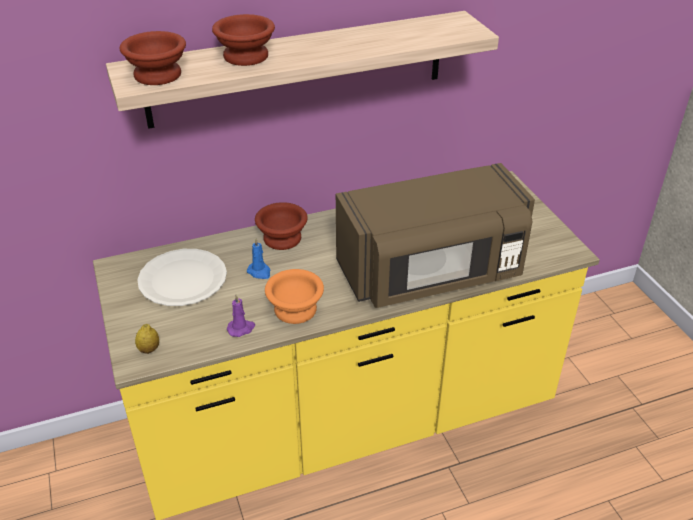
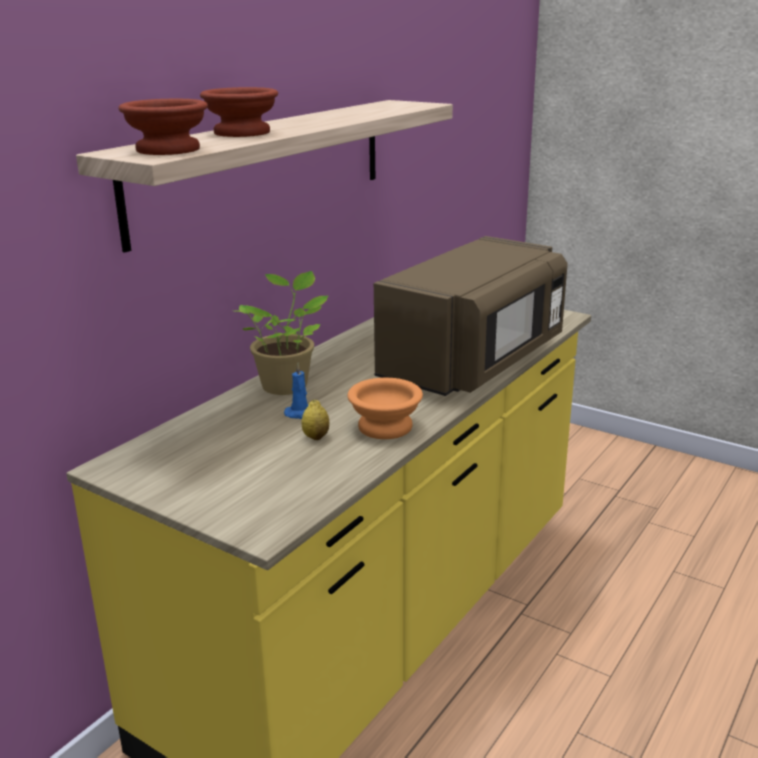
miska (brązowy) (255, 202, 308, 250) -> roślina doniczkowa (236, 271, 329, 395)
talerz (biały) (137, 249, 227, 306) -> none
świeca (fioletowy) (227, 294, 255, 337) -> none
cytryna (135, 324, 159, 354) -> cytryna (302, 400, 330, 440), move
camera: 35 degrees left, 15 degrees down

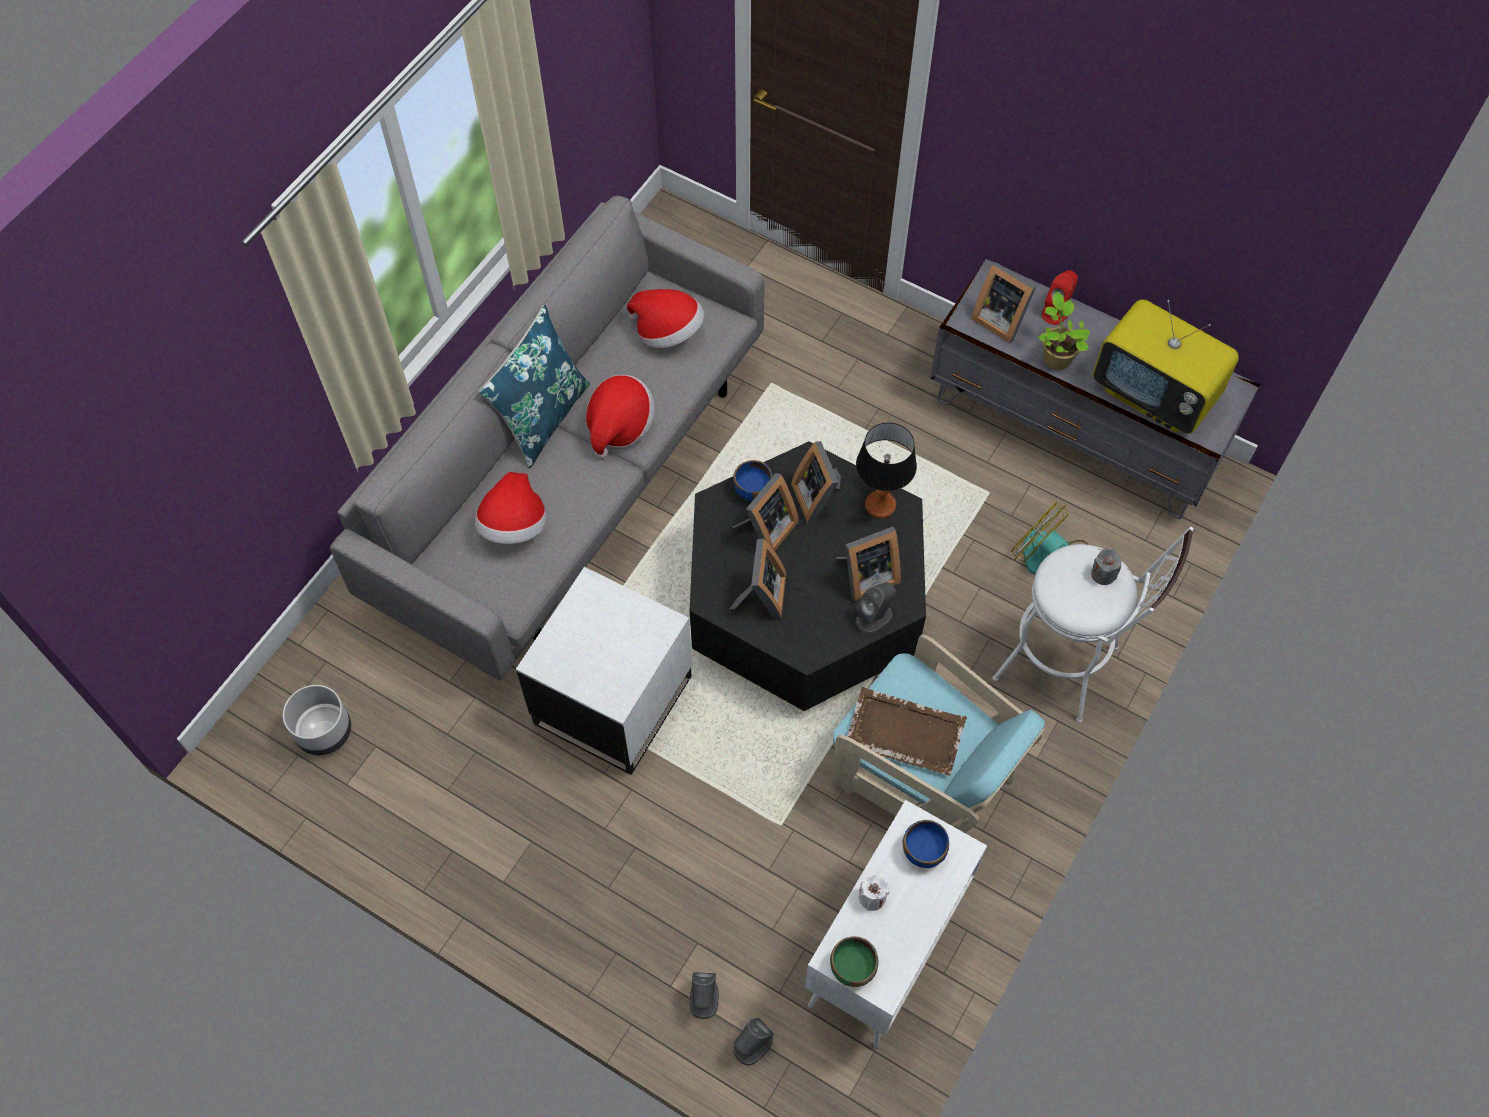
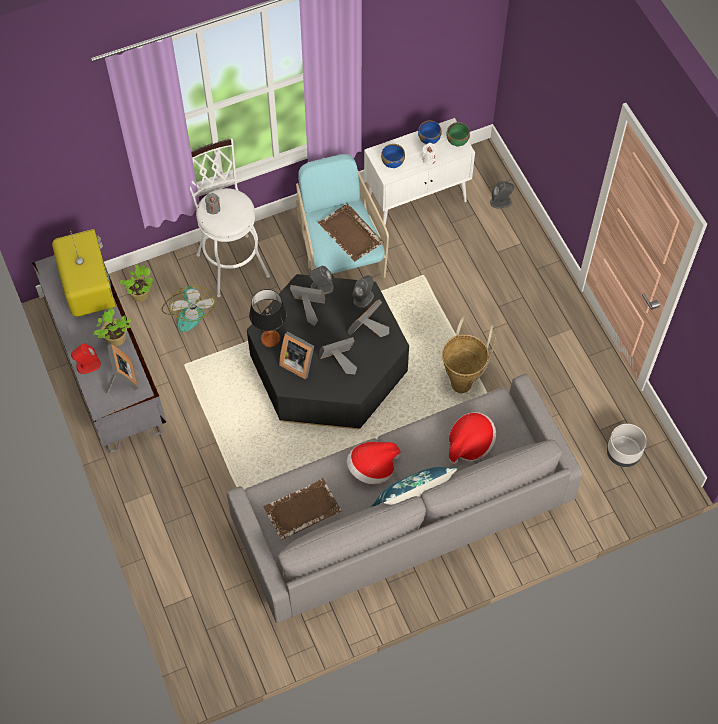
kapelusz (627, 289, 704, 348) -> taca (brązowy) (263, 478, 341, 540)
ramka na zdjęcie (791, 441, 841, 524) -> ramka na zdjęcie (279, 332, 314, 380), 105 degrees clockwise
miska (niebieski) (733, 460, 773, 501) -> miska (niebieski) (418, 120, 441, 144), move
stolik (biały) (516, 567, 692, 775) -> koszyk (442, 316, 496, 393)
głośnik (szary) (690, 972, 719, 1019) -> głośnik (szary) (352, 275, 374, 308), move
none -> roślina doniczkowa (119, 264, 153, 302)
camera: 145 degrees left, 0 degrees up

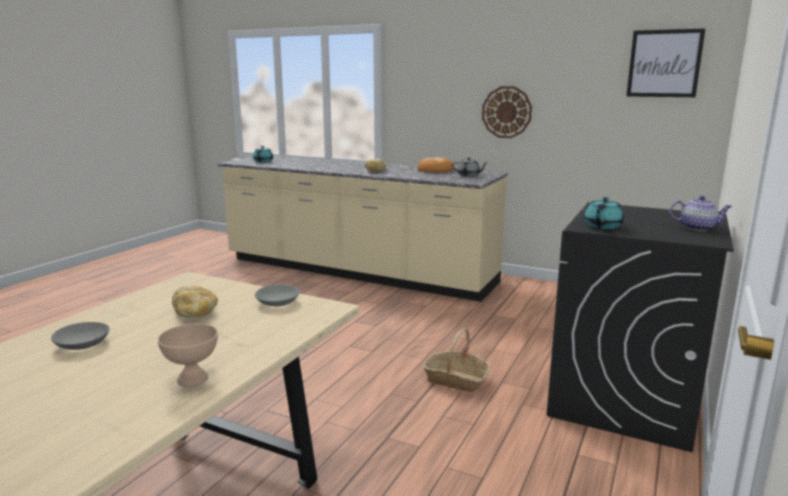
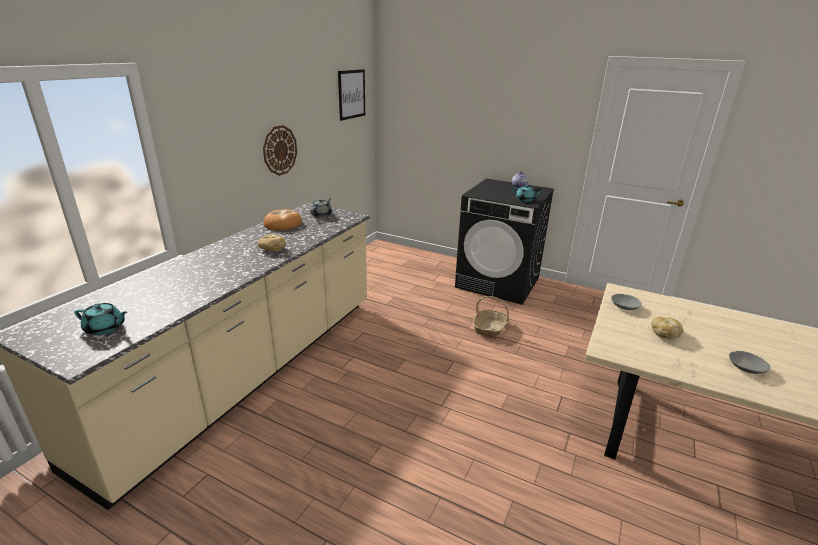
miska (beżowy) (158, 324, 218, 387) -> none
camera: 90 degrees left, 10 degrees up

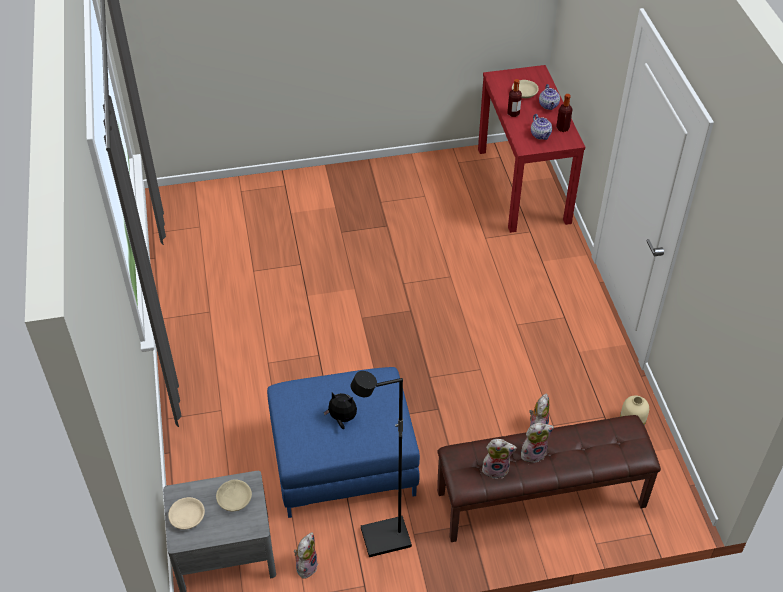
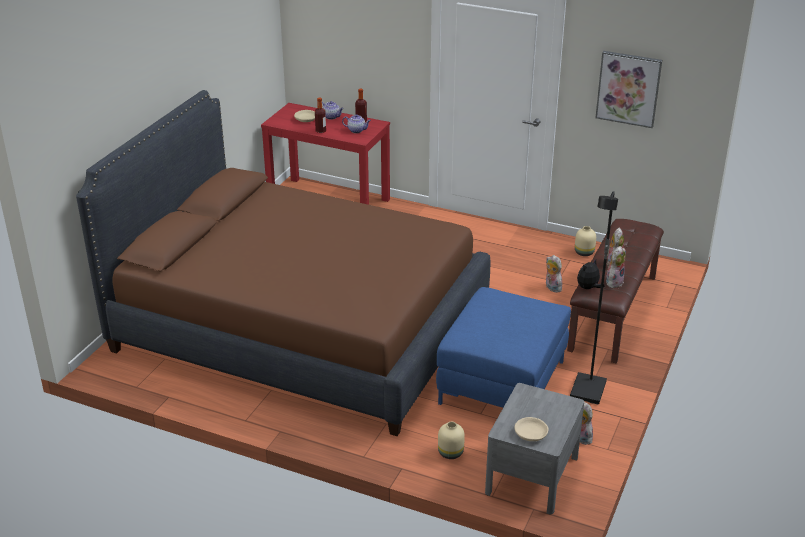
pluszak (324, 393, 357, 429) -> pluszak (577, 259, 605, 289), move
miska (beżowy) (216, 479, 252, 511) -> none
none -> obraz (595, 51, 662, 128)
none -> łóżko (brązowy) (76, 90, 490, 436)
none -> wazon (beżowy) (438, 422, 465, 459)
camera: 55 degrees left, 15 degrees down

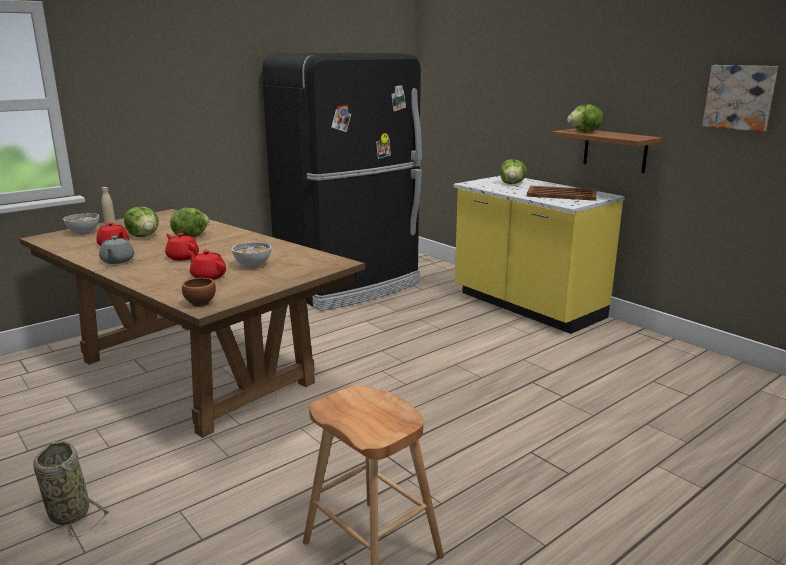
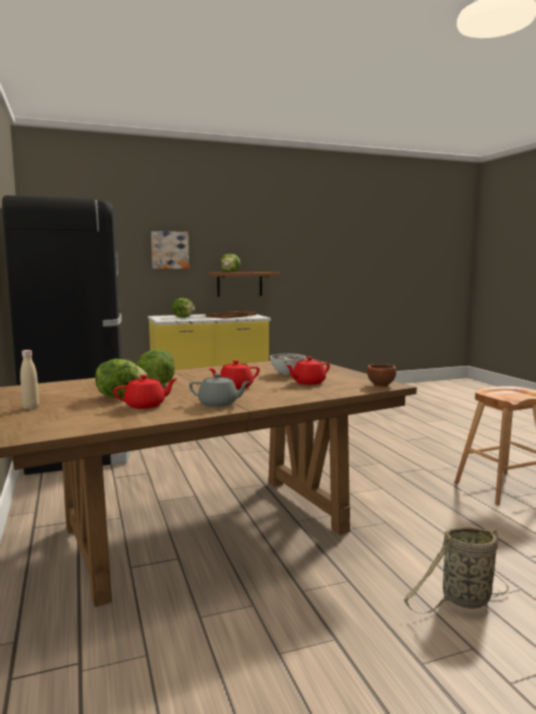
obraz (702, 65, 778, 132) -> obraz (151, 231, 189, 269), move
miska (63, 213, 99, 234) -> none
camera: 70 degrees left, 10 degrees down

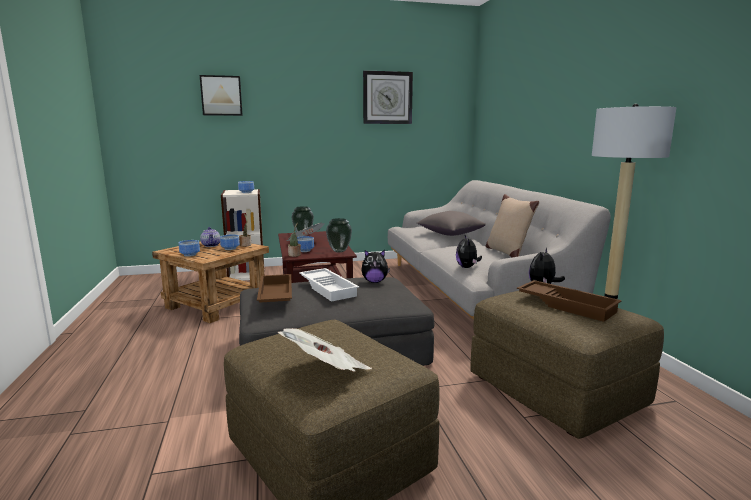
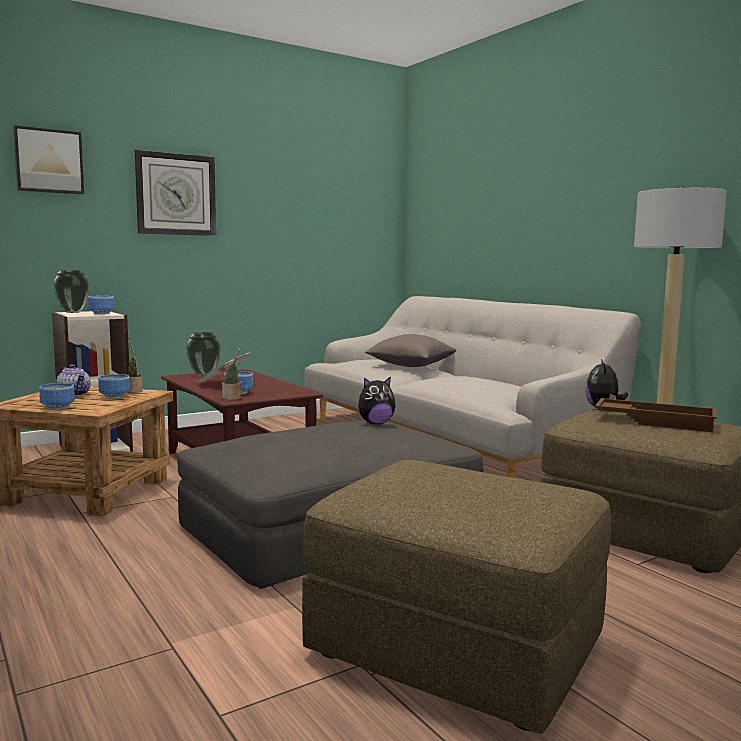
zegar ścienny (363, 70, 413, 124) -> zegar ścienny (135, 150, 216, 236), move
poduszka (beżowy) (486, 194, 539, 258) -> none
wazon (326, 218, 352, 253) -> wazon (53, 270, 90, 313), move
pluszak (456, 235, 482, 268) -> none
taca (biały) (299, 268, 359, 302) -> none
taca (brązowy) (257, 274, 292, 303) -> none
gazeta (278, 328, 372, 372) -> none
camera: 20 degrees left, 5 degrees down

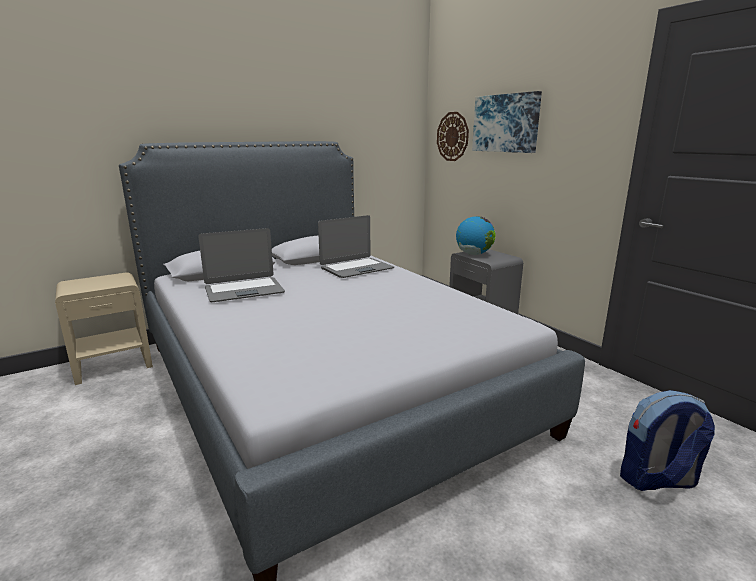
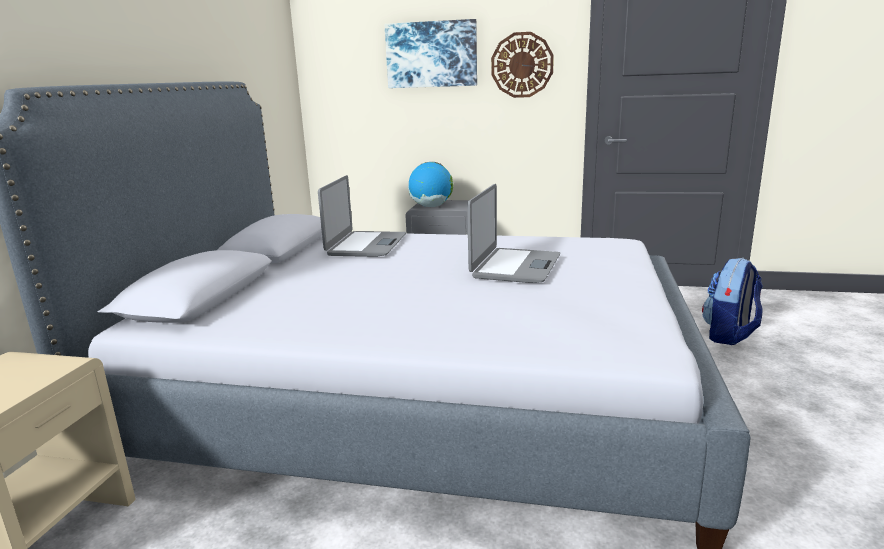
zegar ścienny (437, 112, 469, 161) -> zegar ścienny (491, 32, 554, 98), move
laptop (198, 228, 285, 302) -> laptop (467, 184, 560, 283), move
camera: 45 degrees left, 0 degrees up

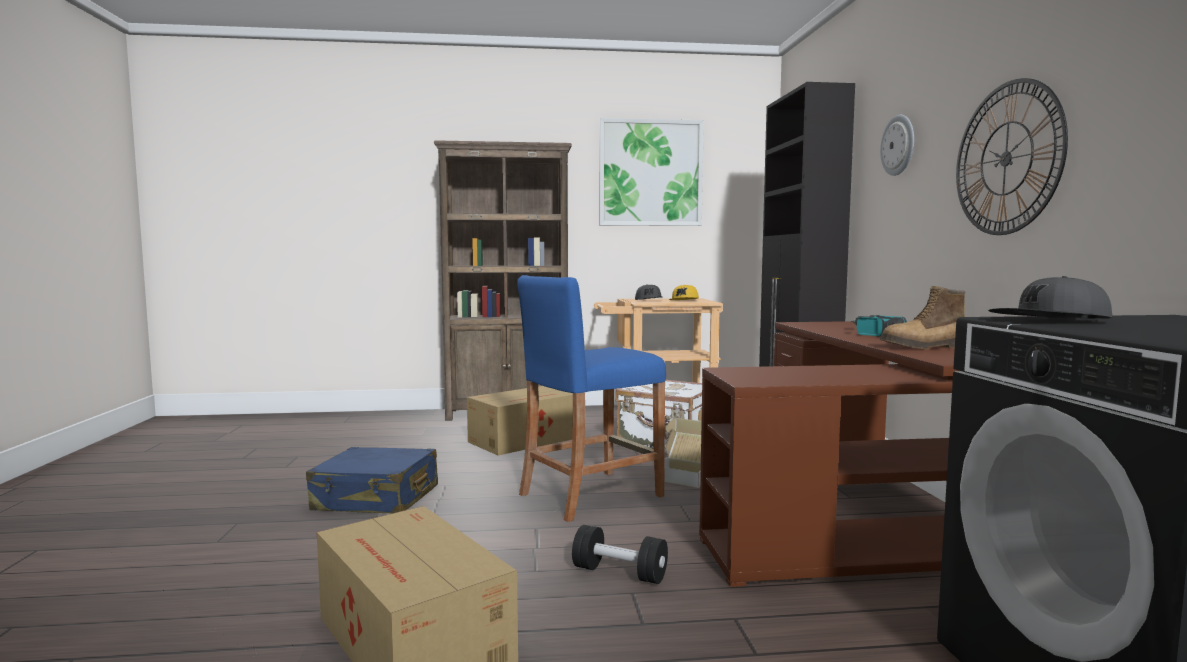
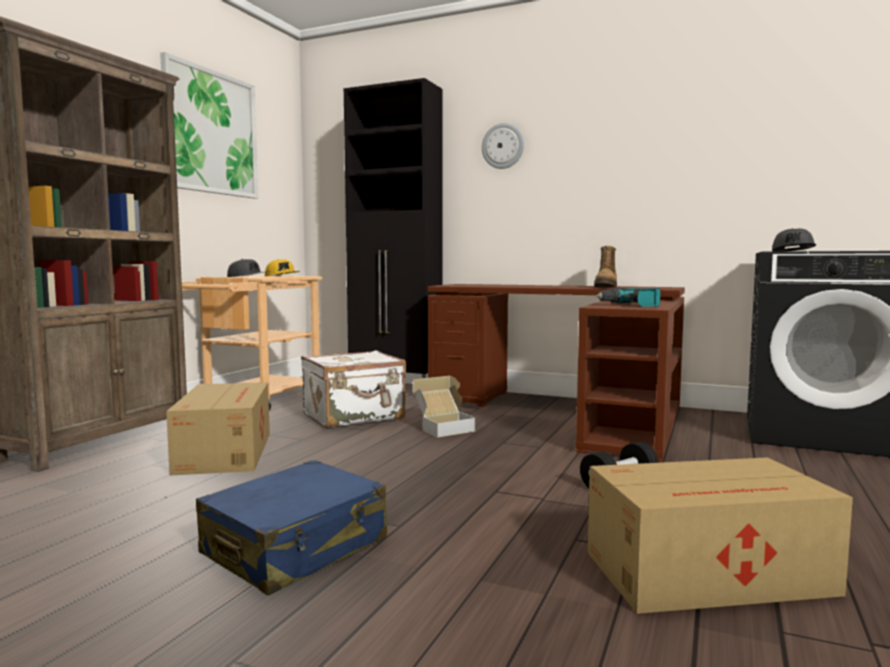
zegar ścienny (956, 78, 1068, 235) -> none
stołek (niebieski) (517, 275, 666, 522) -> none
wiertarka (851, 315, 907, 337) -> wiertarka (595, 288, 661, 307), move
camera: 60 degrees left, 0 degrees up

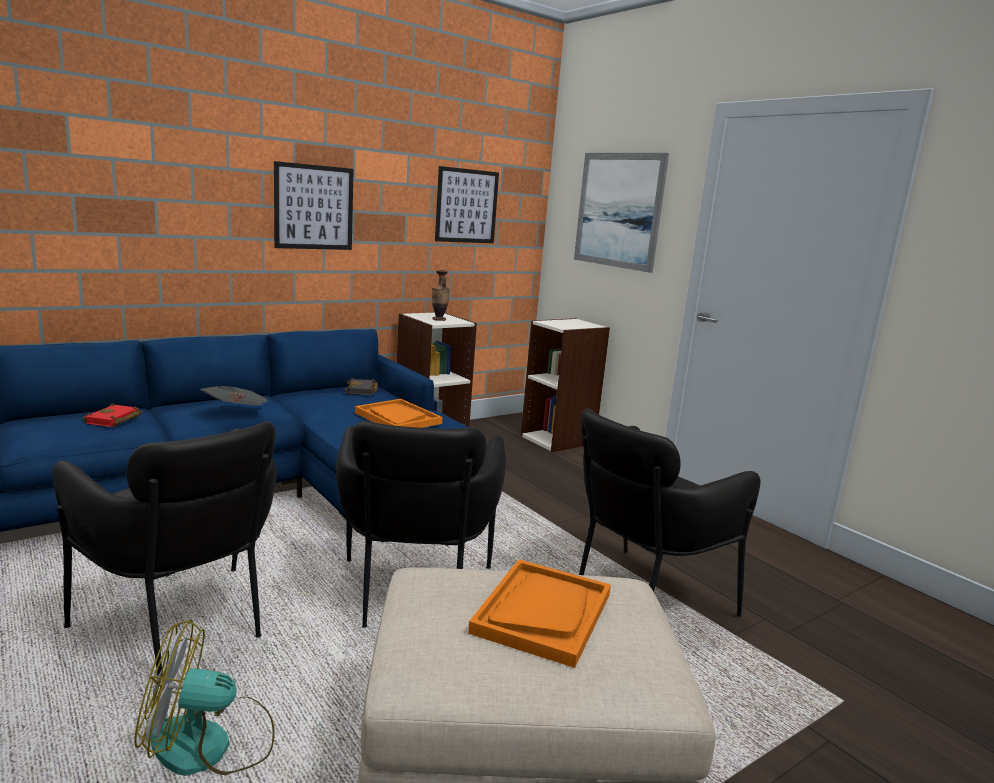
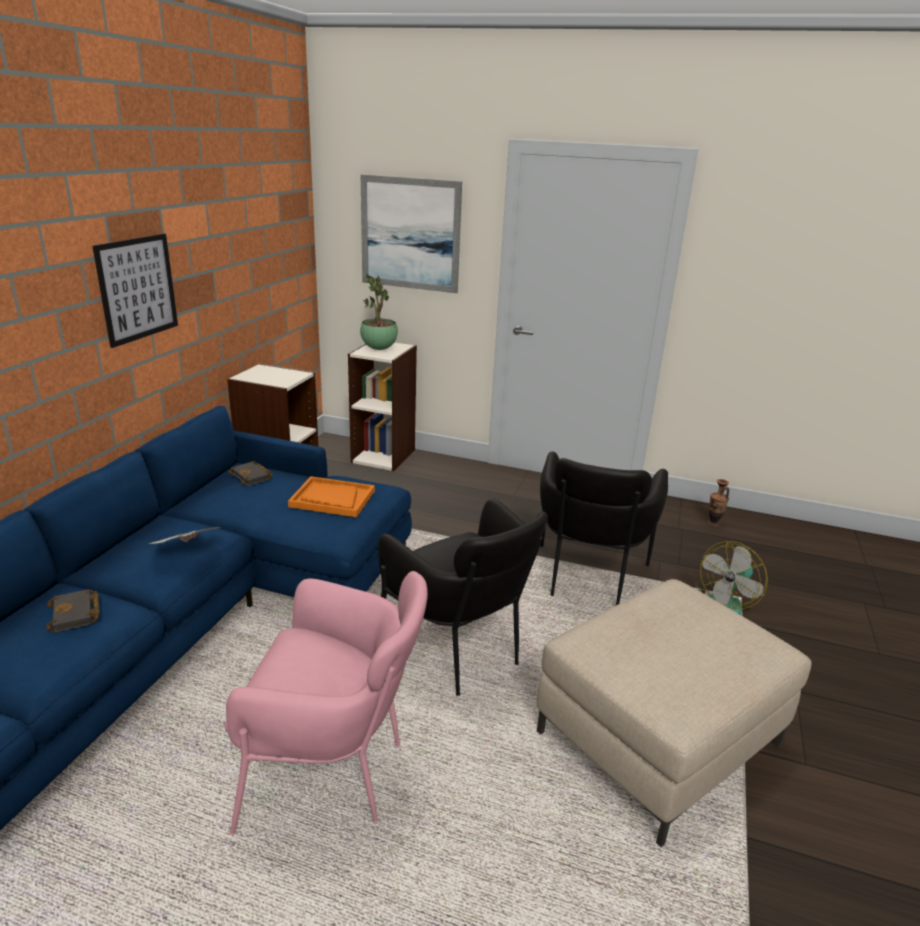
obraz (435, 166, 499, 243) -> none
wazon (432, 270, 450, 321) -> wazon (707, 479, 729, 527), move
książka (czerwony) (82, 403, 143, 427) -> książka (czarny) (46, 589, 99, 632)
fotel (czarny) (53, 421, 276, 677) -> fotel (różowy) (225, 571, 428, 836)
taca (pomarańczowy) (468, 559, 611, 668) -> none
wentylator (134, 619, 275, 776) -> wentylator (695, 541, 768, 615), move
none -> roślina doniczkowa (360, 275, 398, 350)
camera: 35 degrees left, 10 degrees up

